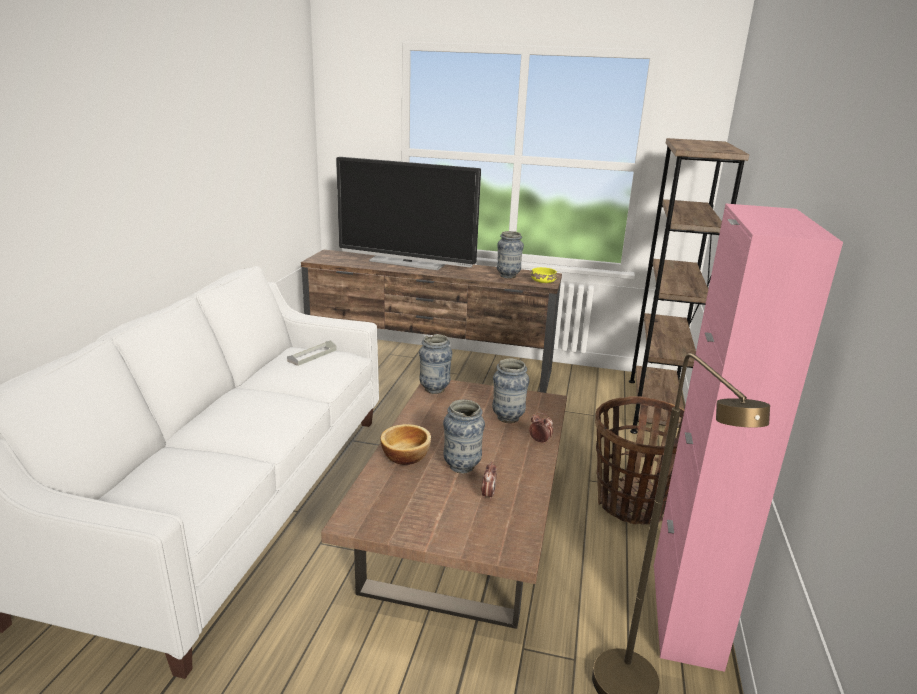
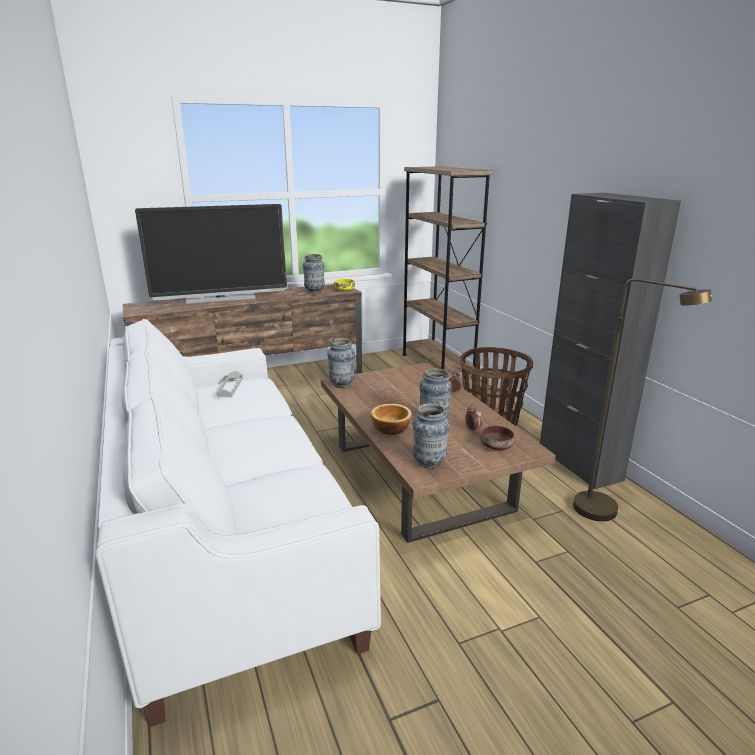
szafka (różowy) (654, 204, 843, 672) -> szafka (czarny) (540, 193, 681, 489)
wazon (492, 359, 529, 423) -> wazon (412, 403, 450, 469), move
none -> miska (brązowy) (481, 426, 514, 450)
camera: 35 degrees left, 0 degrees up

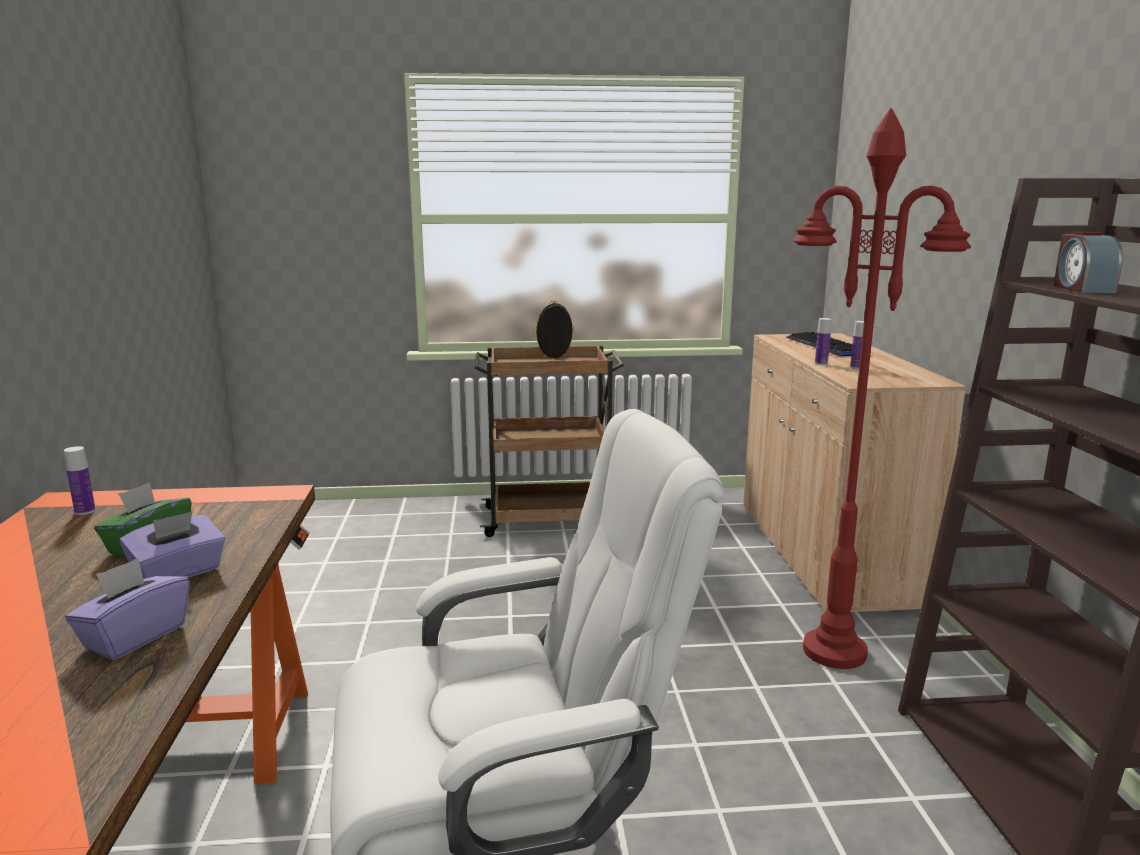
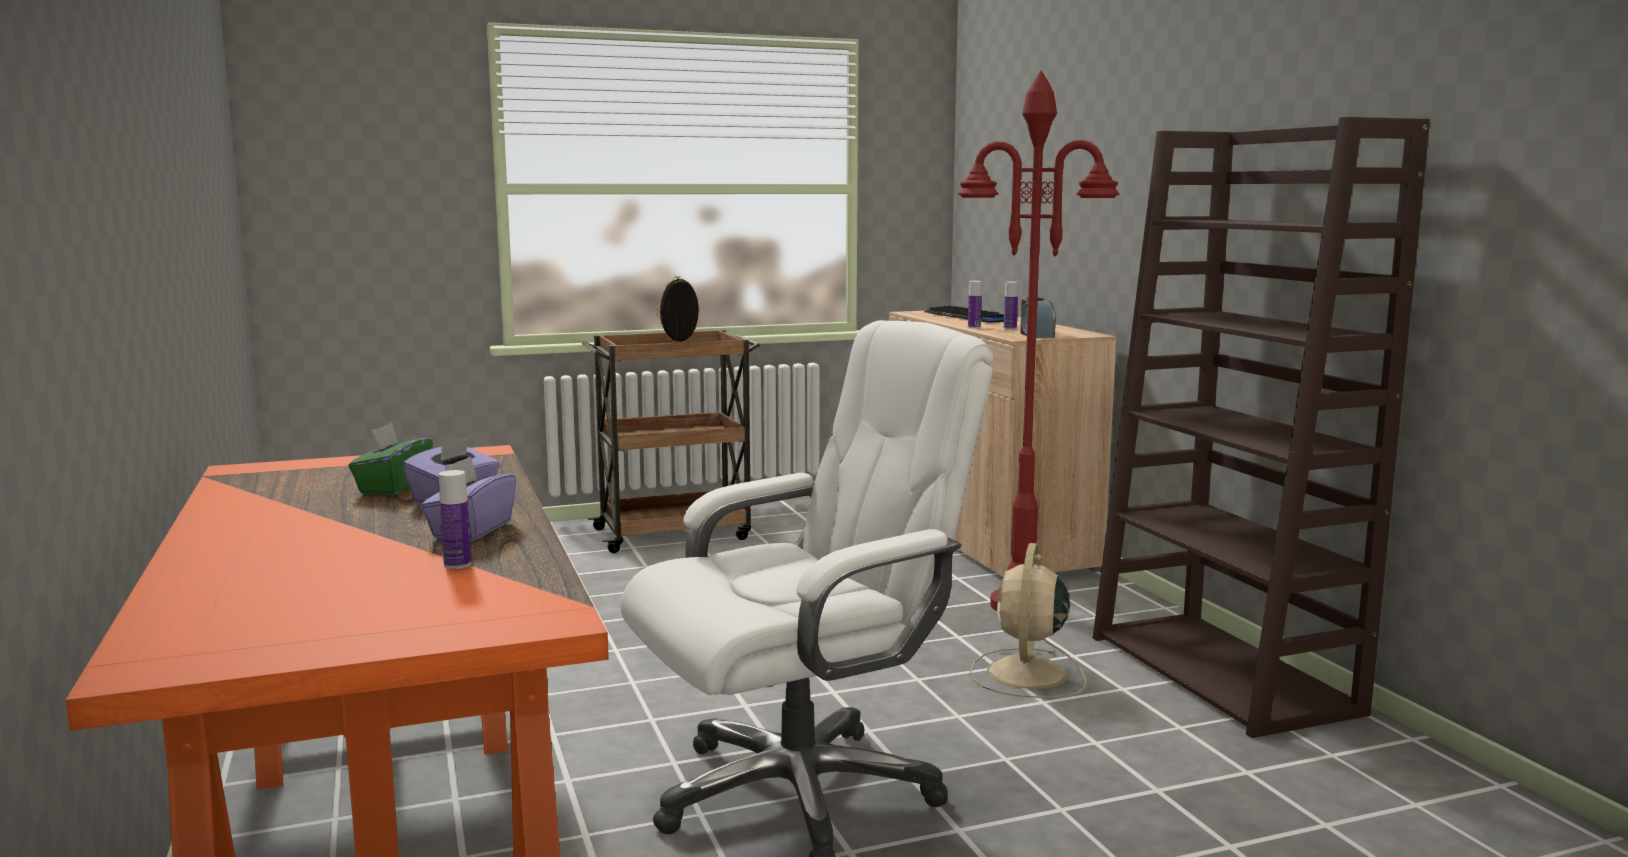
budzik (1054, 231, 1123, 293) -> budzik (1020, 297, 1055, 338), move
butelka (64, 446, 95, 515) -> butelka (439, 470, 471, 569), move
none -> wentylator (beżowy) (970, 543, 1086, 698)
camera: 15 degrees left, 5 degrees down

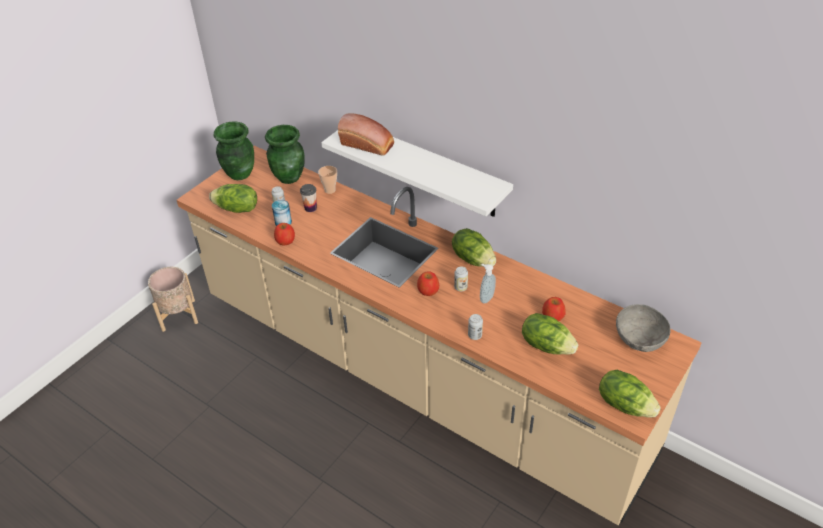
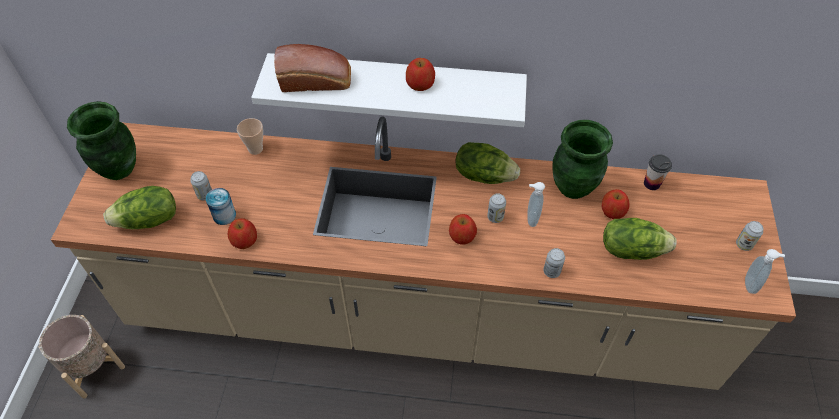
wazon (zielony) (265, 125, 305, 184) -> wazon (zielony) (552, 120, 613, 199), move
filiżanka (300, 184, 317, 212) -> filiżanka (644, 154, 672, 190), move
miska (szary) (616, 304, 671, 352) -> none
sałata (599, 370, 661, 418) -> dozownik mydła (745, 249, 785, 294)
none -> jabłko (406, 58, 435, 91)
none -> puszka (736, 221, 763, 251)
camera: 30 degrees left, 10 degrees up

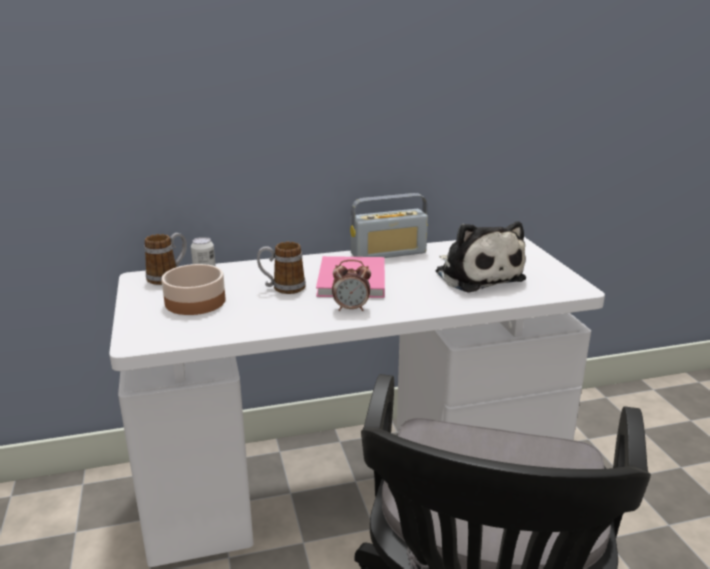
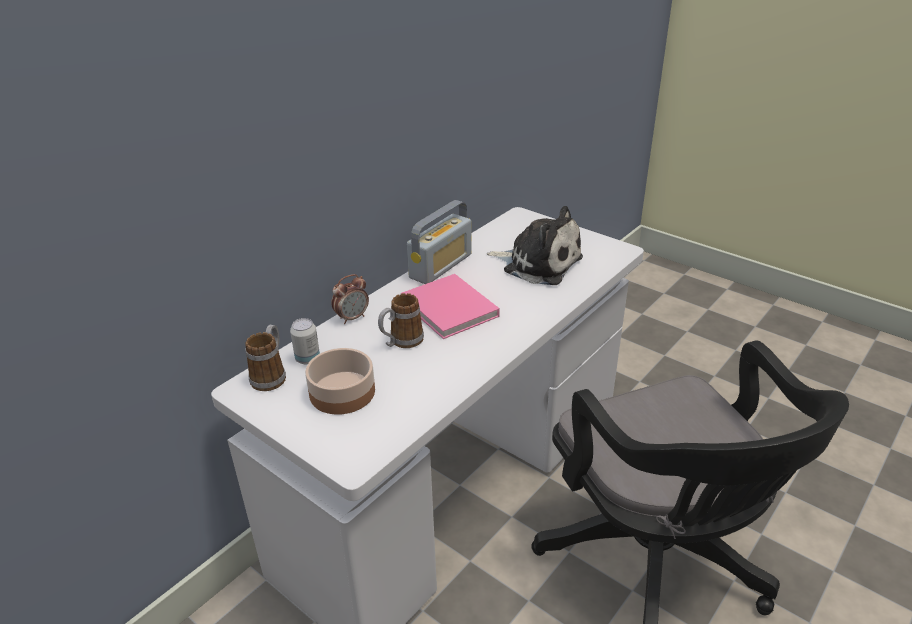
budzik (332, 260, 371, 311) -> budzik (331, 274, 369, 324), move
camera: 35 degrees left, 10 degrees up

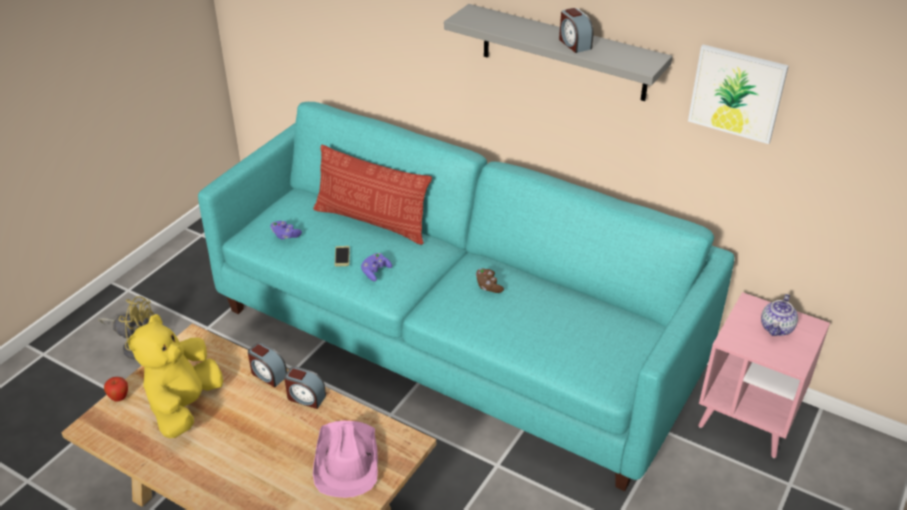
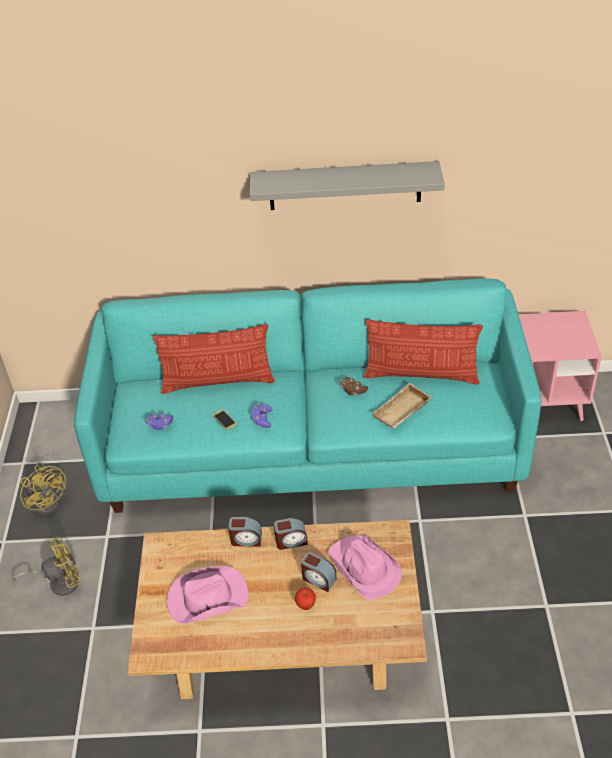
budzik (559, 8, 593, 53) -> budzik (301, 552, 336, 592), move
obraz (688, 44, 789, 144) -> none
imbryk (761, 294, 798, 336) -> none
pluszak (żółty) (128, 314, 223, 438) -> kapelusz (różowy) (167, 566, 248, 624)
jabłko (104, 377, 128, 402) -> jabłko (295, 588, 316, 610), move
none -> poduszka (363, 319, 483, 384)
none -> taca (beżowy) (372, 383, 431, 428)
none -> wentylator (żółty) (20, 462, 66, 514)
camera: 30 degrees left, 5 degrees up

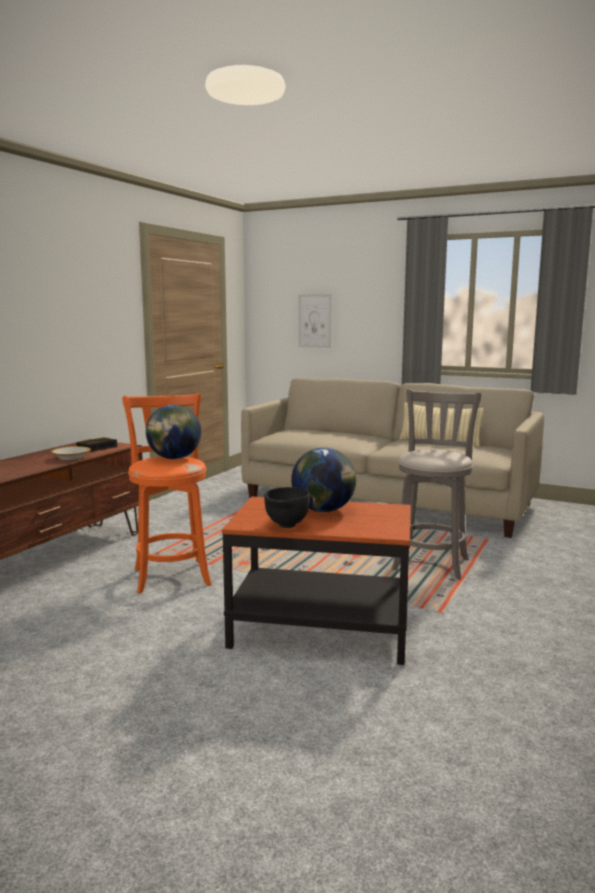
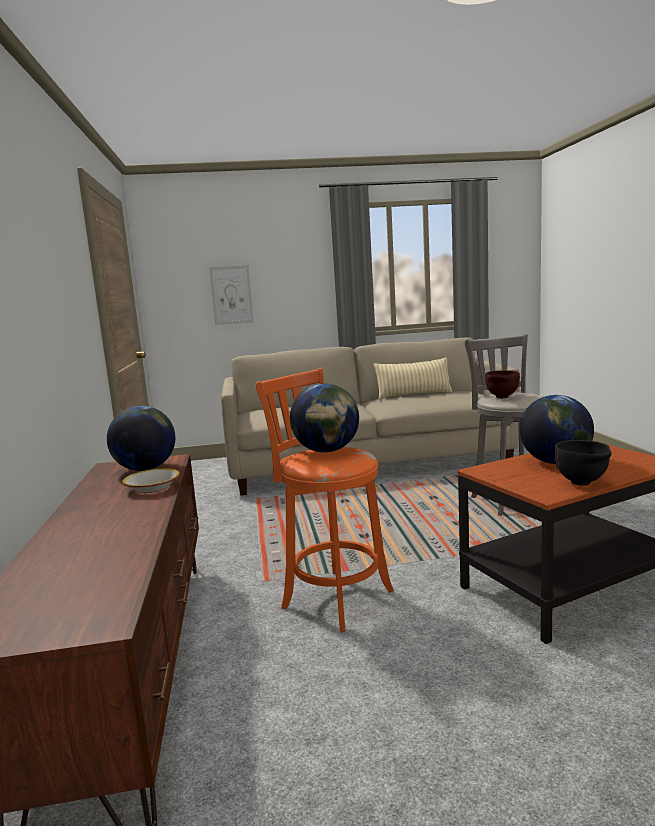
budzik (76, 437, 117, 452) -> globus (107, 406, 175, 471)
none -> miska (brązowy) (485, 370, 520, 398)
camera: 35 degrees left, 0 degrees up

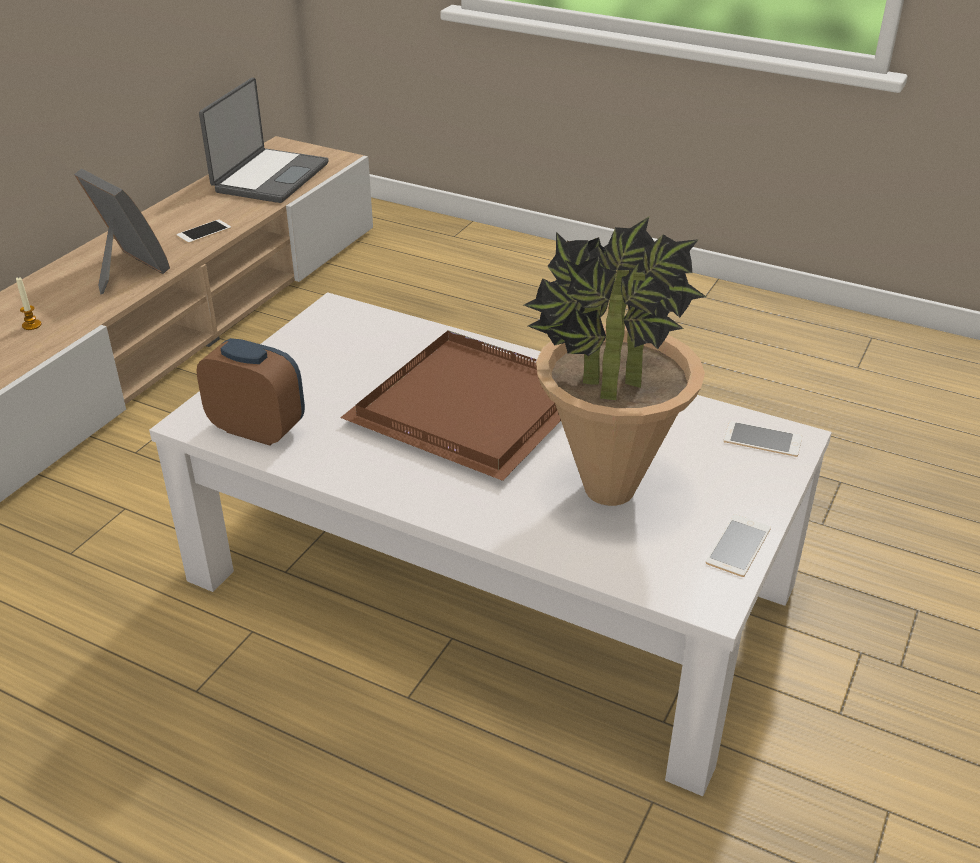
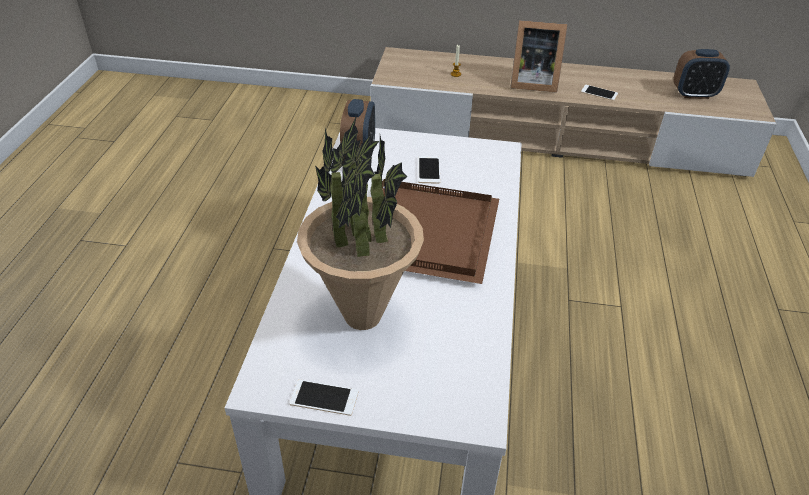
laptop (199, 78, 329, 203) -> budzik (673, 49, 730, 99)
ramka na zdjęcie (74, 169, 170, 294) -> ramka na zdjęcie (510, 20, 567, 93), 75 degrees clockwise
telefon (724, 421, 802, 457) -> telefon (418, 156, 440, 184), move
camera: 70 degrees right, 5 degrees up

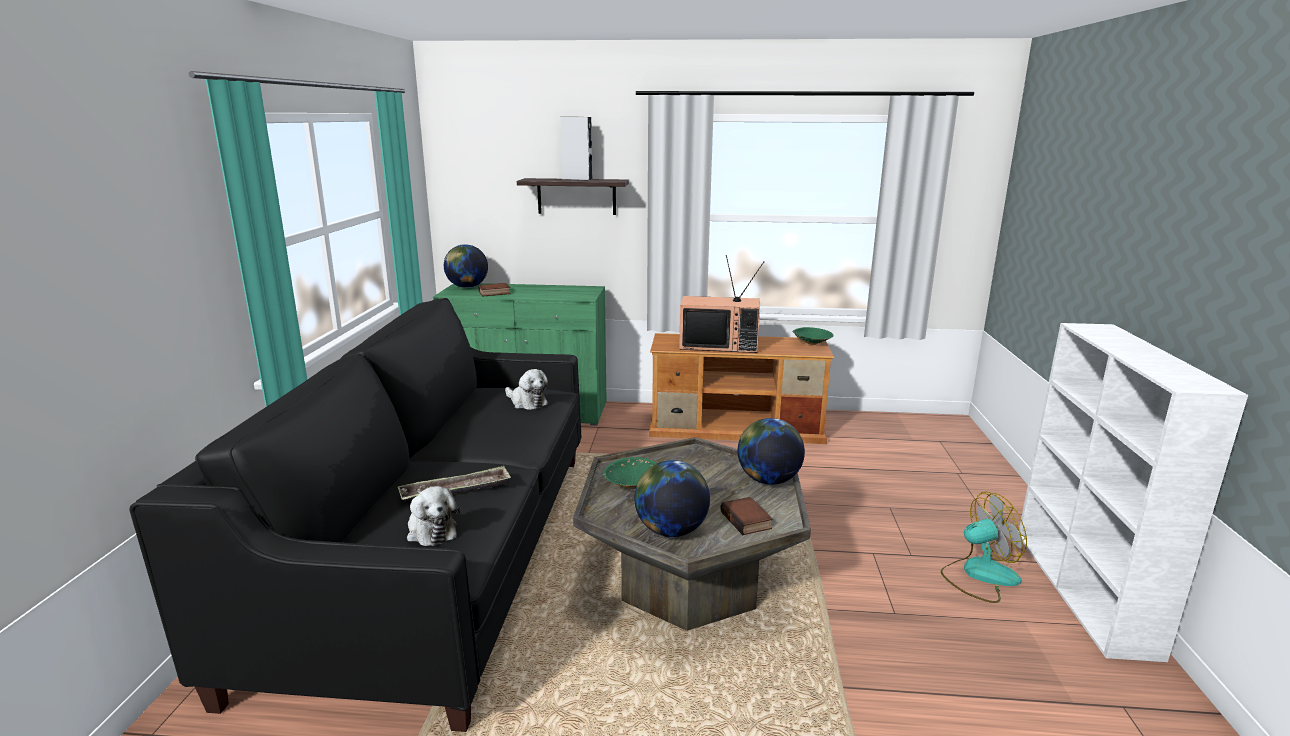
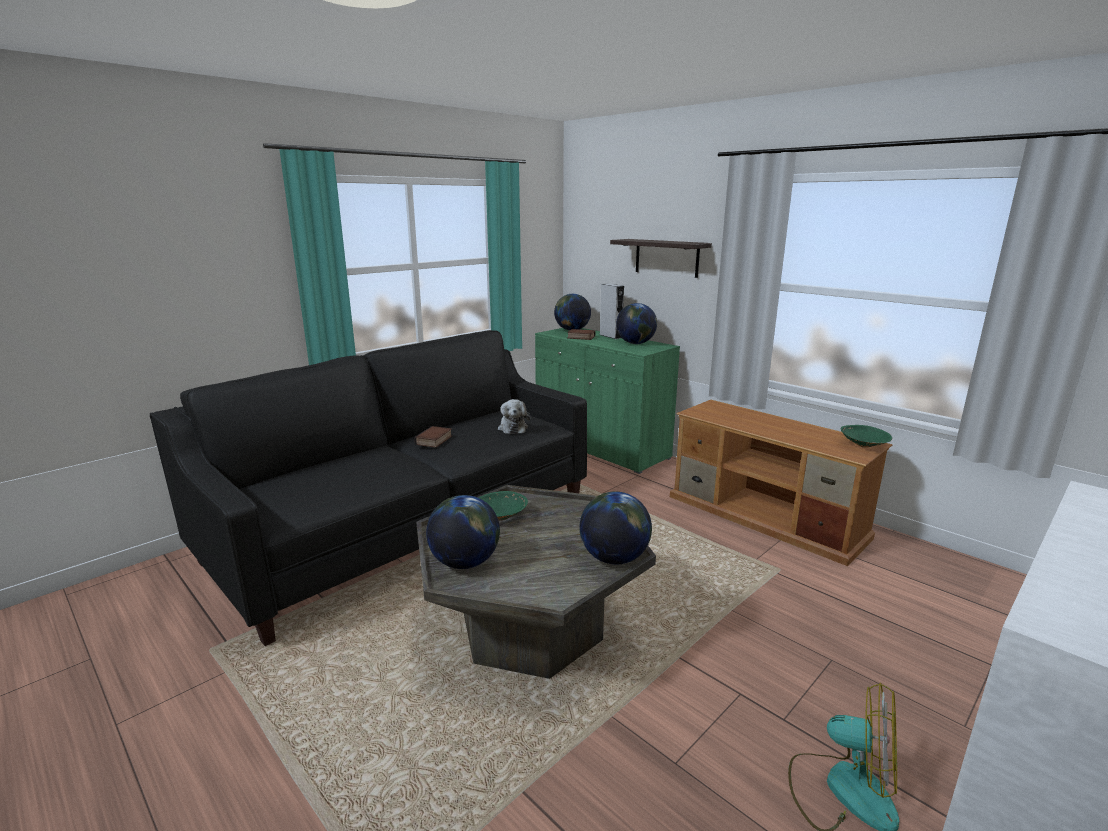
głośnik (szary) (561, 117, 593, 180) -> głośnik (szary) (600, 283, 624, 339), move
telewizor (679, 255, 764, 353) -> none
taca (398, 466, 511, 502) -> none
pluszak (407, 486, 460, 546) -> none
książka (720, 497, 773, 535) -> książka (414, 426, 452, 448), move
none -> globus (616, 303, 657, 344)
camera: 40 degrees right, 0 degrees up

